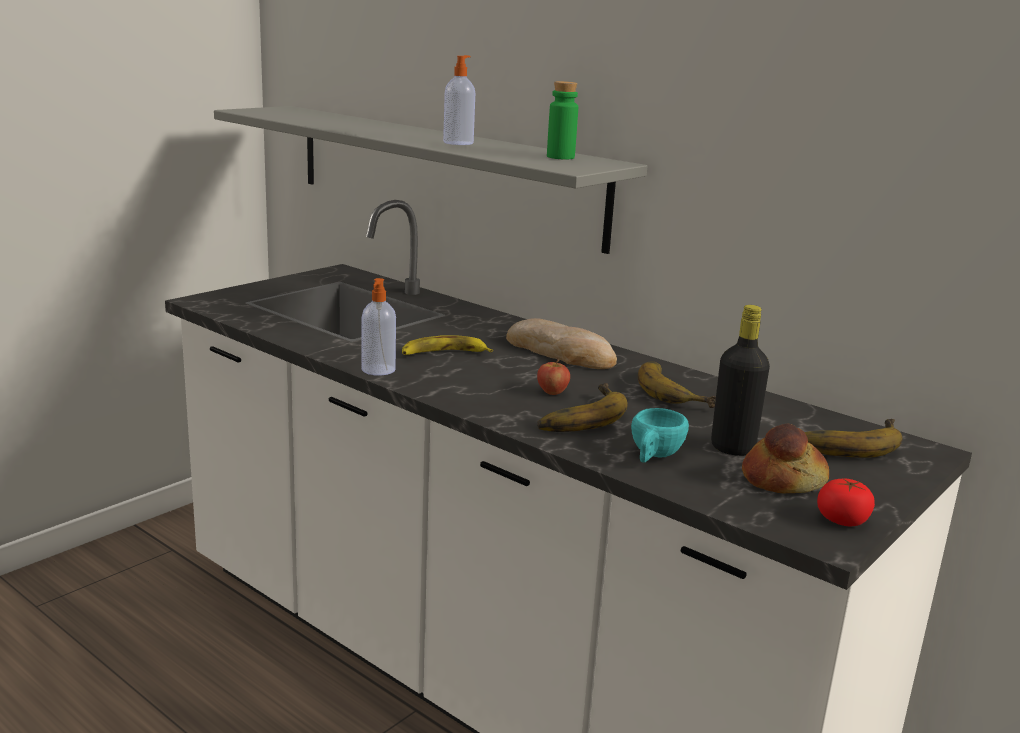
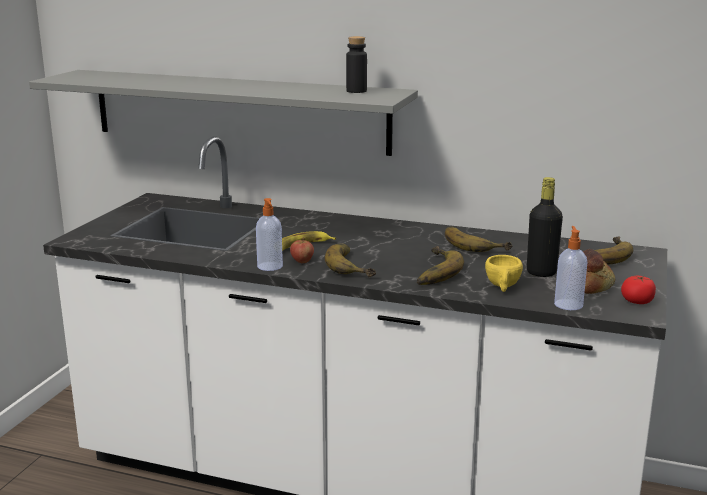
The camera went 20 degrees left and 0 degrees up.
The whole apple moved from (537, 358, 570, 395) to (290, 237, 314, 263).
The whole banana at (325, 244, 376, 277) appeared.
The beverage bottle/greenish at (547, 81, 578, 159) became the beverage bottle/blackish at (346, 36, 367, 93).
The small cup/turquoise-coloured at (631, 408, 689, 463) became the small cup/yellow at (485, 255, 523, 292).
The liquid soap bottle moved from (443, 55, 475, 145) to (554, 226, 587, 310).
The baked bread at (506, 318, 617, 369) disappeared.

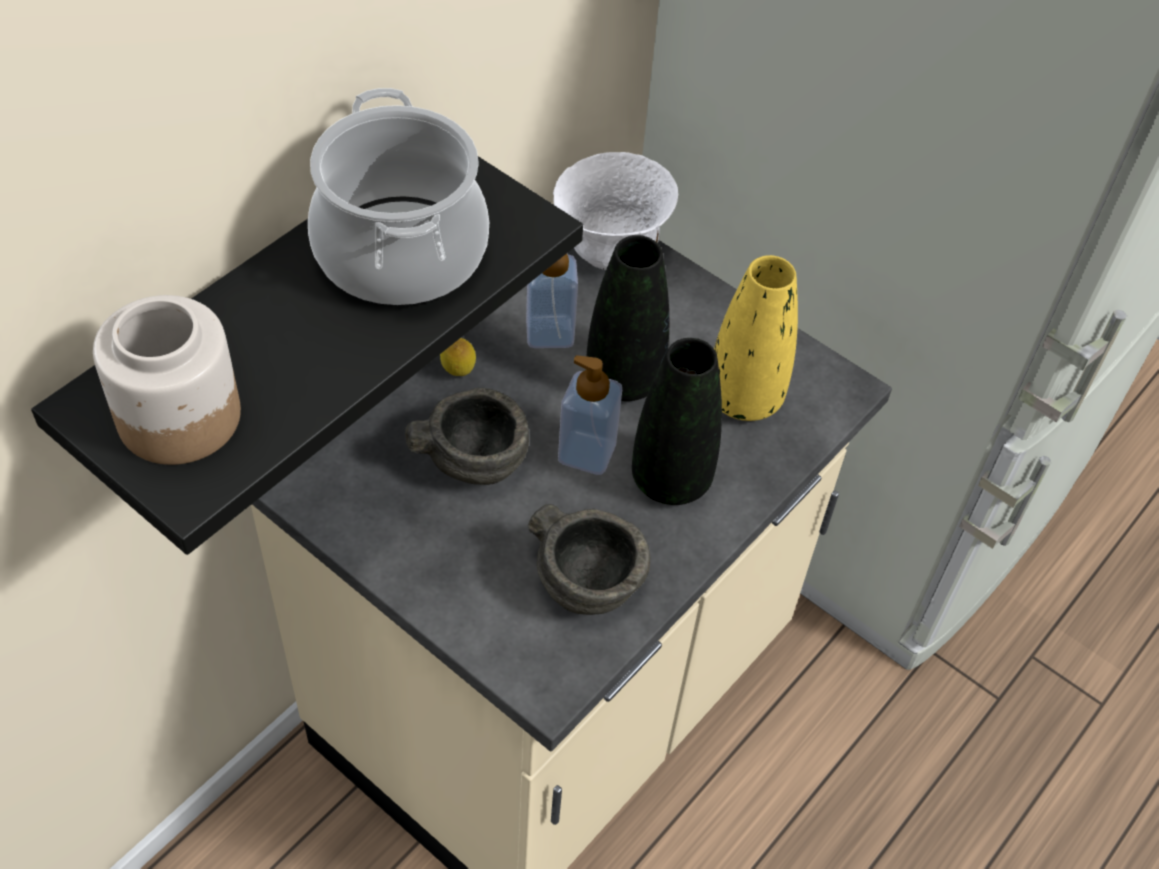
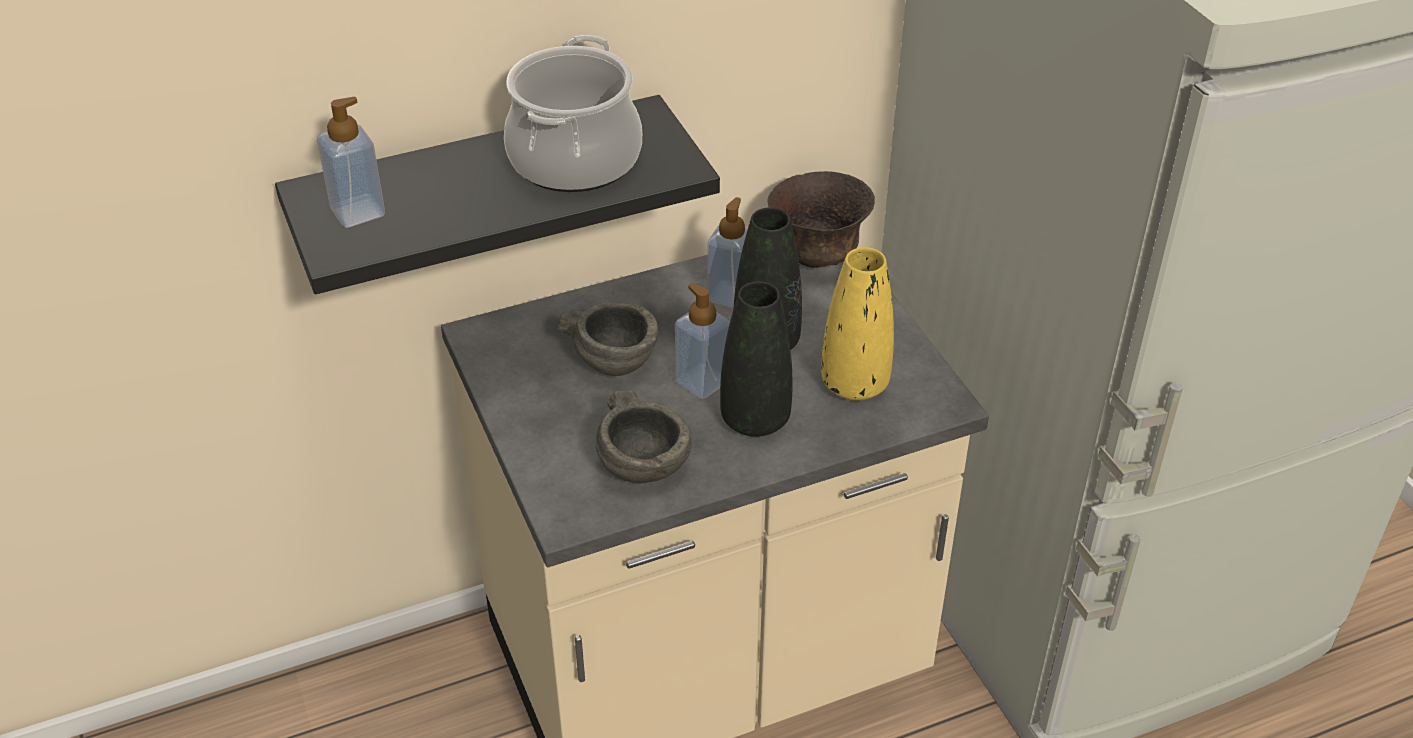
The camera went 30 degrees right and 10 degrees down.
The preserve jar at (93, 295, 241, 465) was replaced by the liquid soap bottle at (317, 96, 385, 228).
The serving bowl/whitish at (553, 152, 678, 270) became the serving bowl/brownish at (767, 171, 875, 268).
The whole lemon at (440, 338, 476, 376) disappeared.

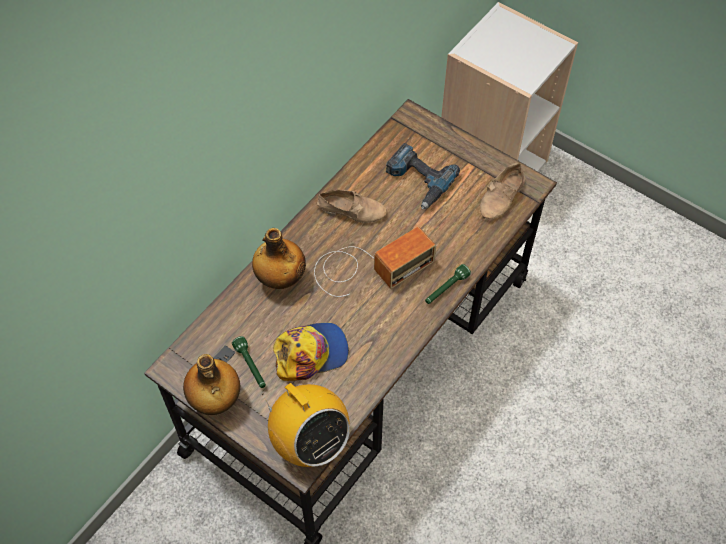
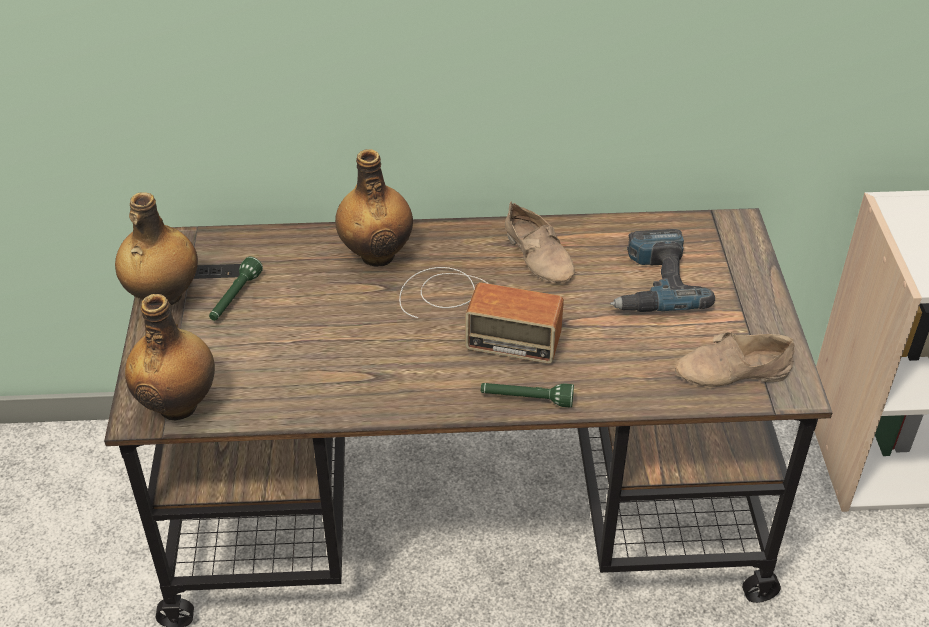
The camera went 50 degrees right and 15 degrees down.
The radio receiver at (262, 383, 350, 467) was replaced by the beverage bottle at (125, 294, 215, 421).
The peaked cap at (273, 323, 349, 381) disappeared.

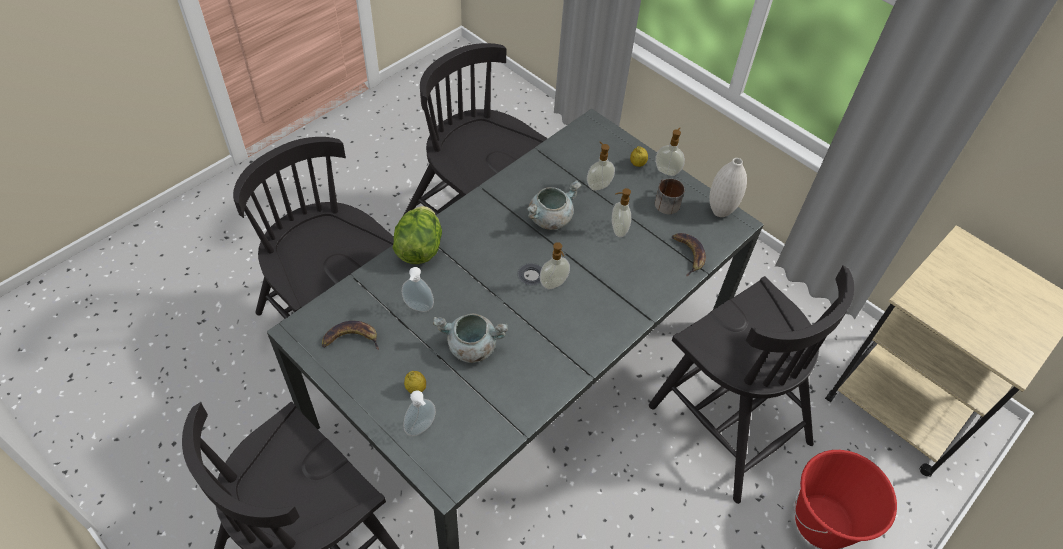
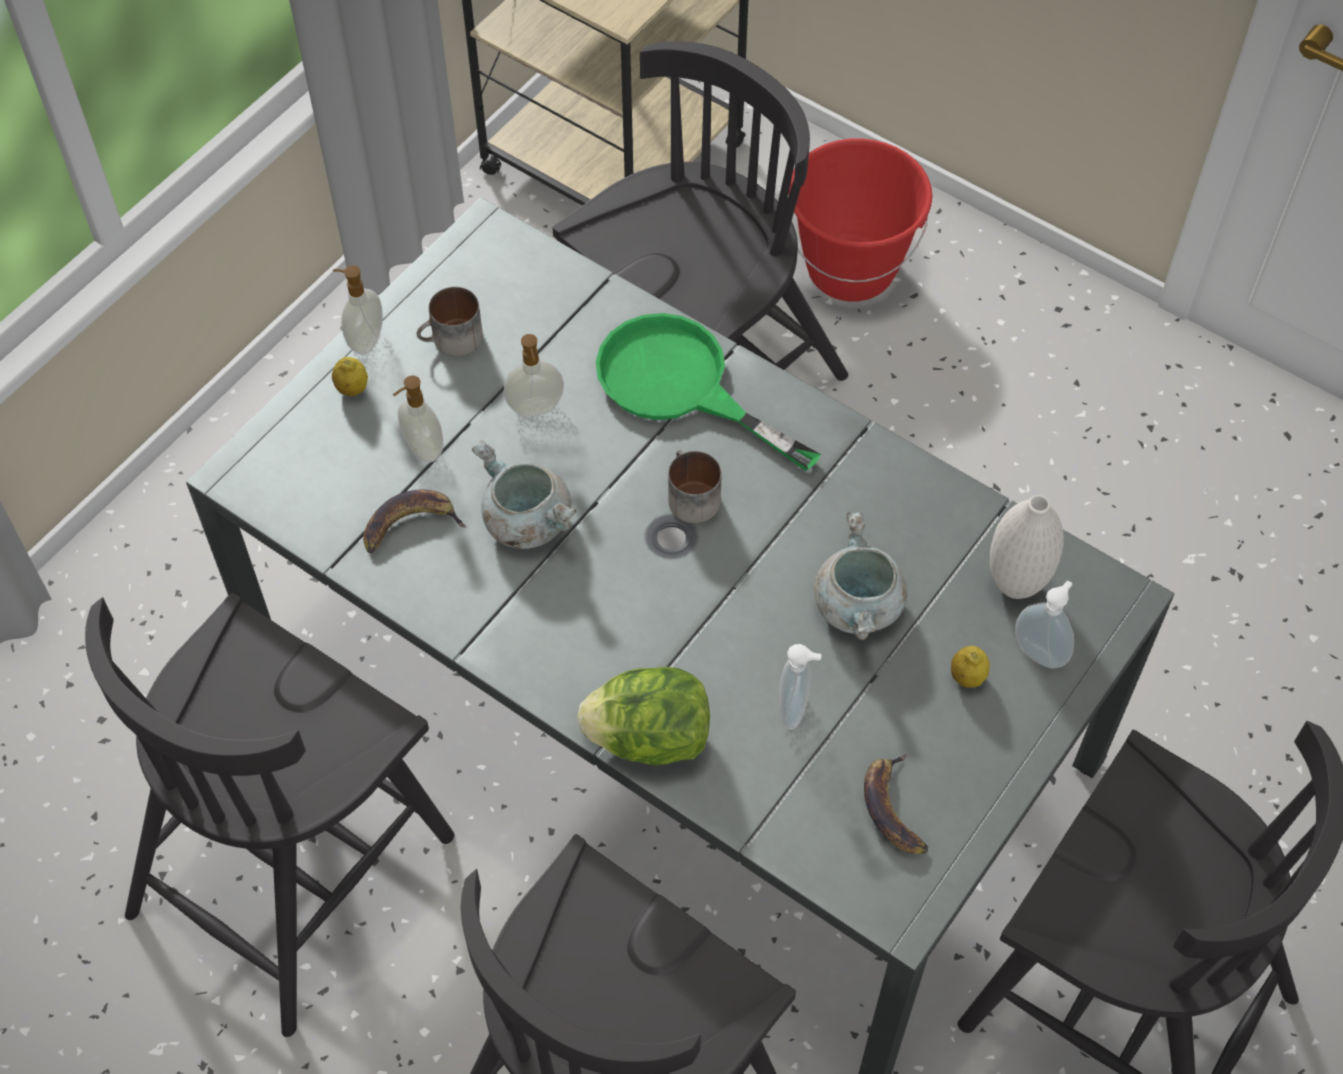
The camera went 95 degrees left and 5 degrees up.
The whole banana moved from (672, 233, 706, 277) to (363, 489, 466, 554).
The skillet/greenish at (596, 313, 821, 471) appeared.
The liquid soap bottle at (540, 242, 570, 289) was replaced by the tea mug at (668, 450, 722, 523).
The decorative vase/whitish moved from (709, 158, 747, 217) to (990, 495, 1064, 599).

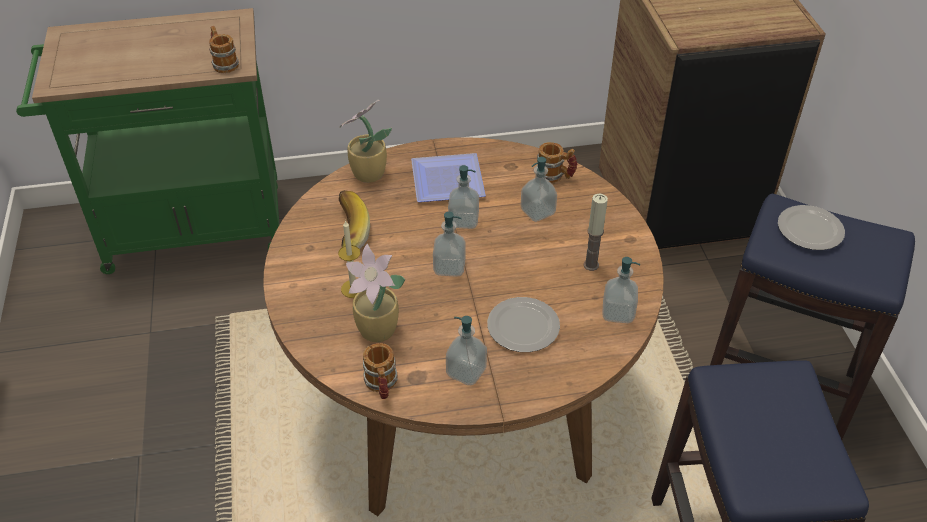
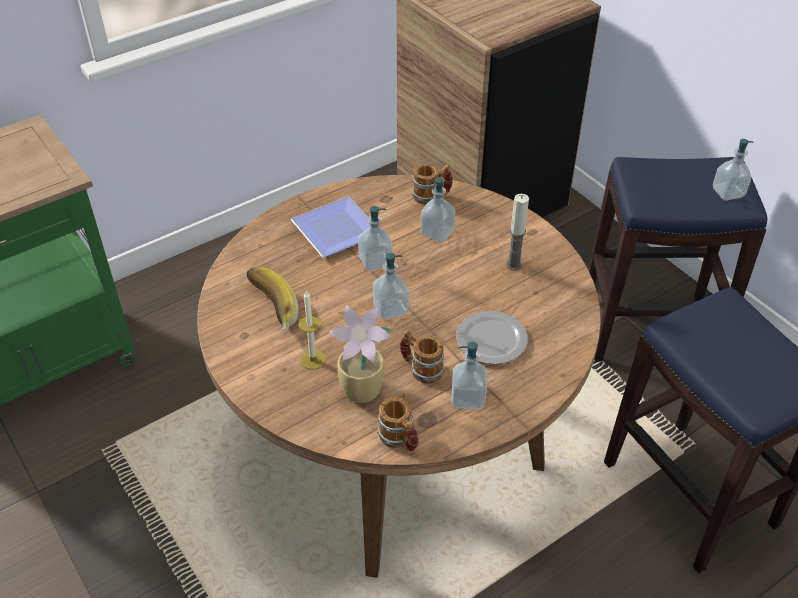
The camera went 25 degrees left and 0 degrees up.
The tea mug moved from (209, 26, 239, 73) to (400, 330, 444, 384).
The liquid soap bottle moved from (602, 257, 640, 323) to (713, 139, 754, 201).
The plant in a pot at (340, 100, 392, 183) disappeared.
The plate at (778, 205, 845, 250) disappeared.

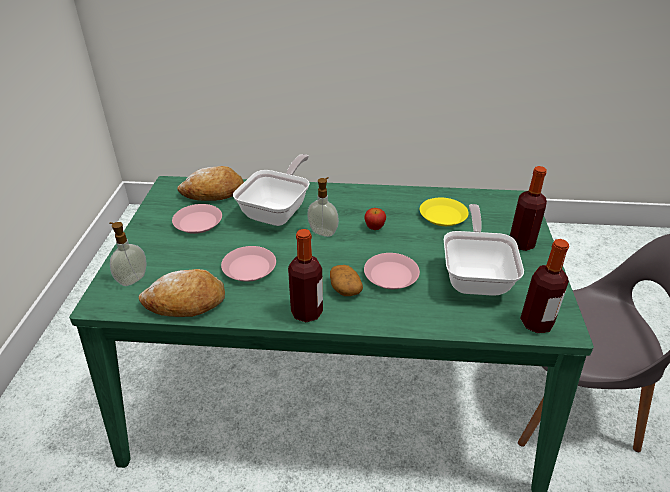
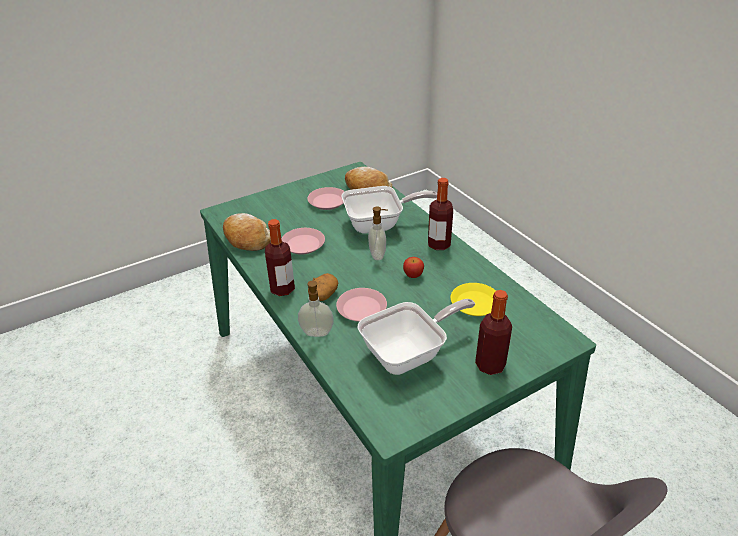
The camera went 55 degrees right and 0 degrees up.
The liquid soap bottle moved from (110, 222, 147, 286) to (298, 278, 334, 337).
The beverage bottle moved from (520, 239, 569, 333) to (428, 178, 453, 250).

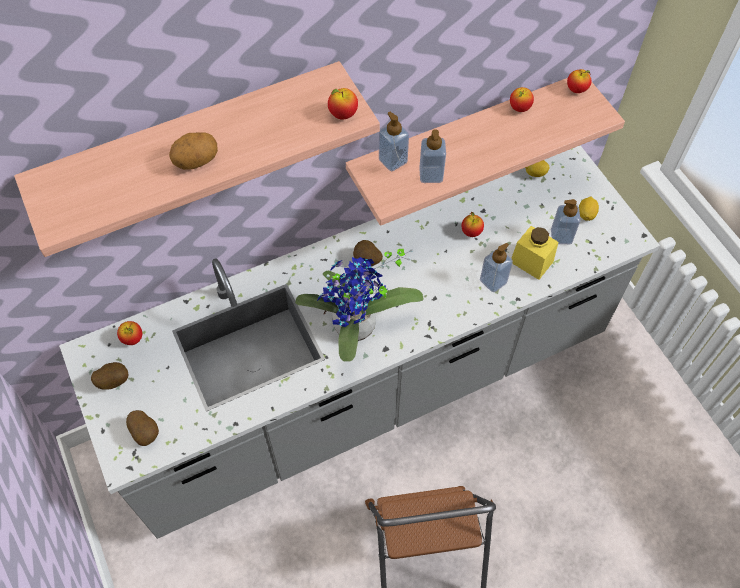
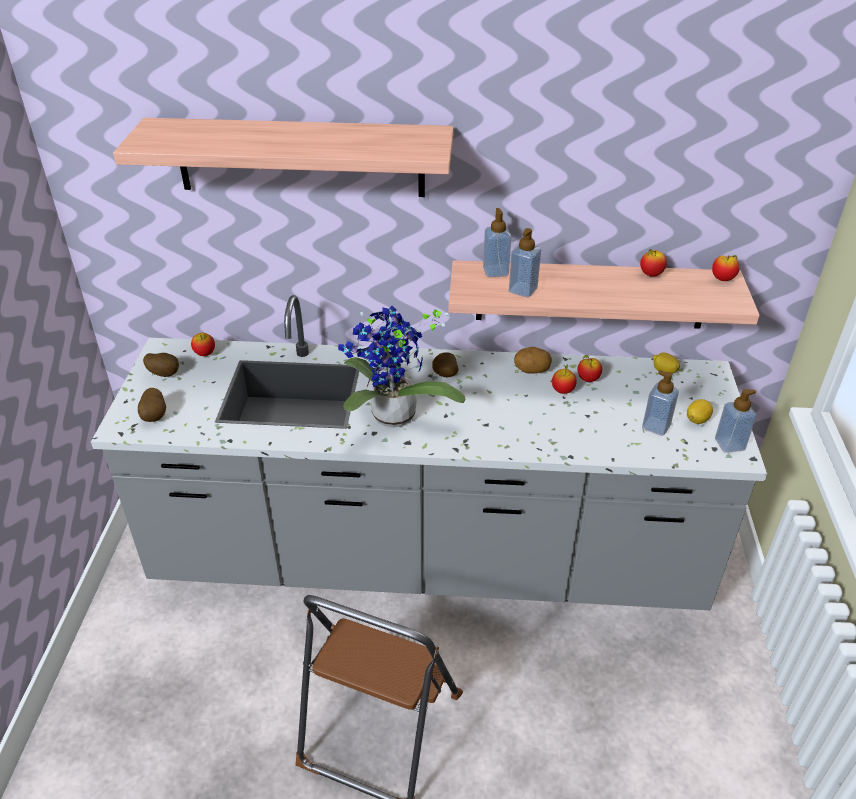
The camera went 30 degrees right and 20 degrees down.
The whole potato moved from (169, 132, 218, 170) to (514, 347, 552, 374).
The whole apple moved from (328, 88, 358, 120) to (577, 355, 602, 382).
The liquid soap bottle moved from (480, 243, 513, 292) to (715, 389, 756, 453).
The preserve jar/yellow at (511, 226, 558, 280) disappeared.

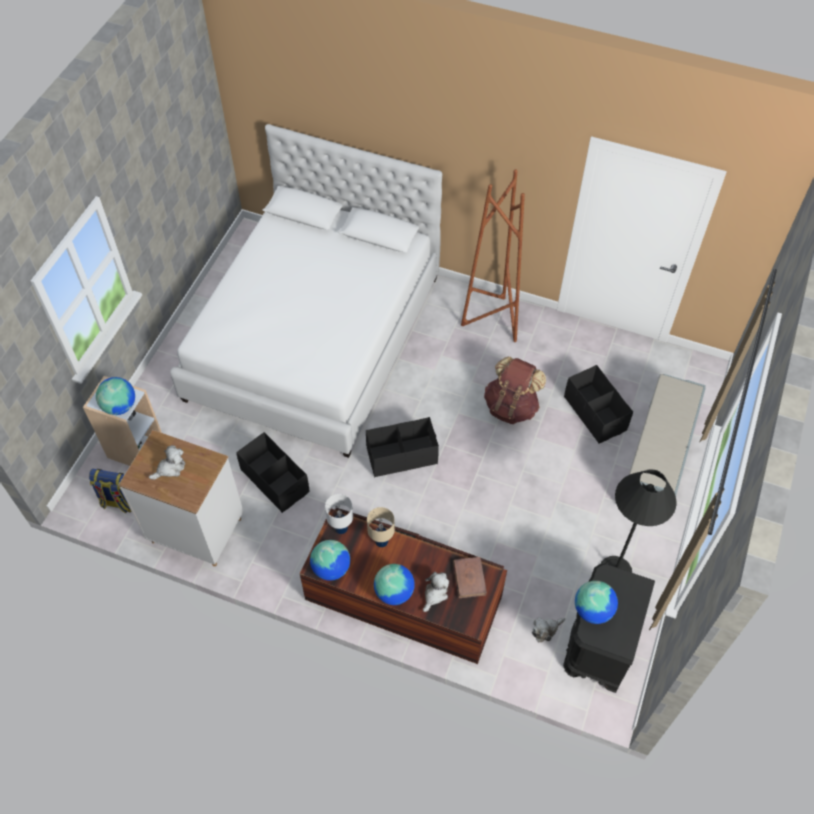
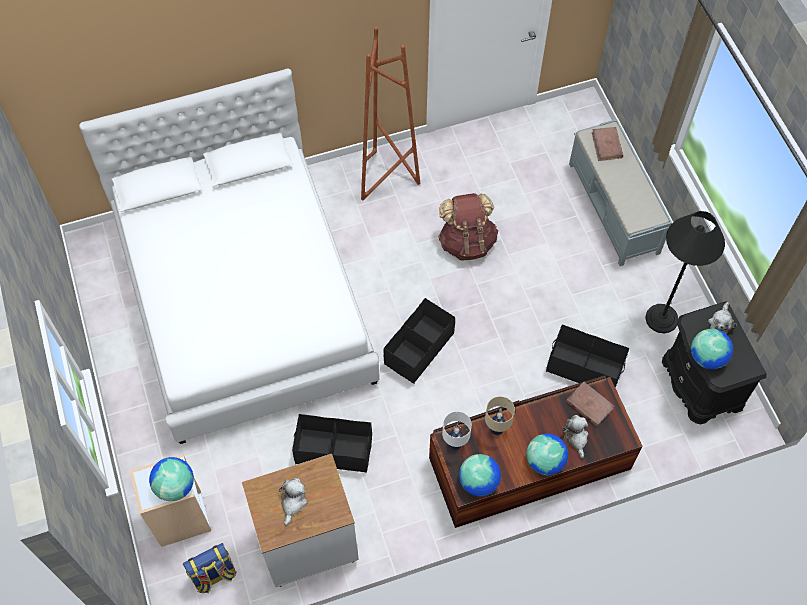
The camera went 40 degrees left and 5 degrees up.
The storage container/blackish moved from (564, 365, 633, 444) to (546, 324, 629, 388).
The volume/brownish at (592, 127, 623, 161) appeared.
The cuddly toy moved from (532, 617, 565, 642) to (708, 302, 736, 334).

